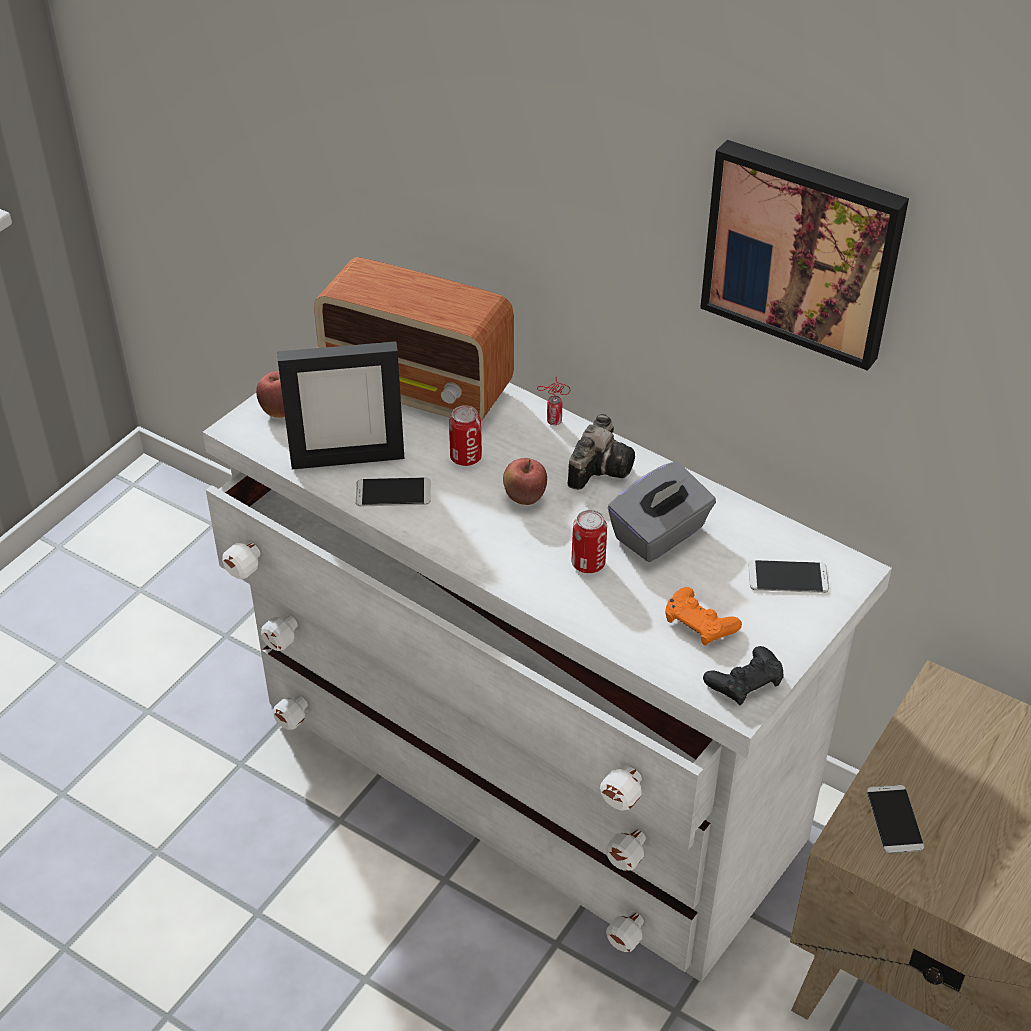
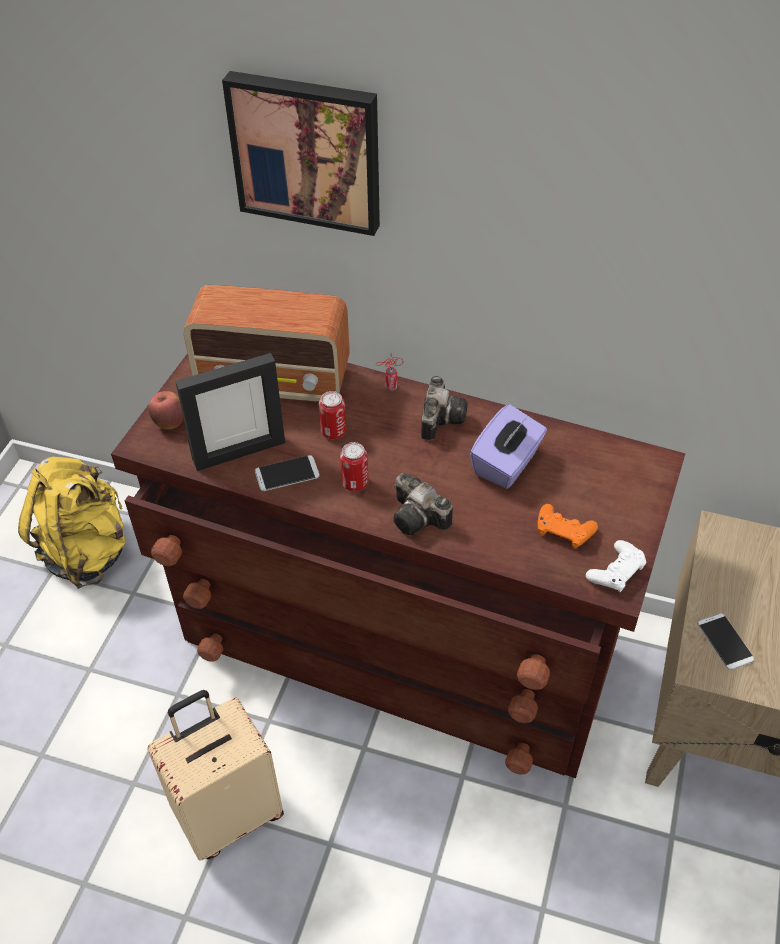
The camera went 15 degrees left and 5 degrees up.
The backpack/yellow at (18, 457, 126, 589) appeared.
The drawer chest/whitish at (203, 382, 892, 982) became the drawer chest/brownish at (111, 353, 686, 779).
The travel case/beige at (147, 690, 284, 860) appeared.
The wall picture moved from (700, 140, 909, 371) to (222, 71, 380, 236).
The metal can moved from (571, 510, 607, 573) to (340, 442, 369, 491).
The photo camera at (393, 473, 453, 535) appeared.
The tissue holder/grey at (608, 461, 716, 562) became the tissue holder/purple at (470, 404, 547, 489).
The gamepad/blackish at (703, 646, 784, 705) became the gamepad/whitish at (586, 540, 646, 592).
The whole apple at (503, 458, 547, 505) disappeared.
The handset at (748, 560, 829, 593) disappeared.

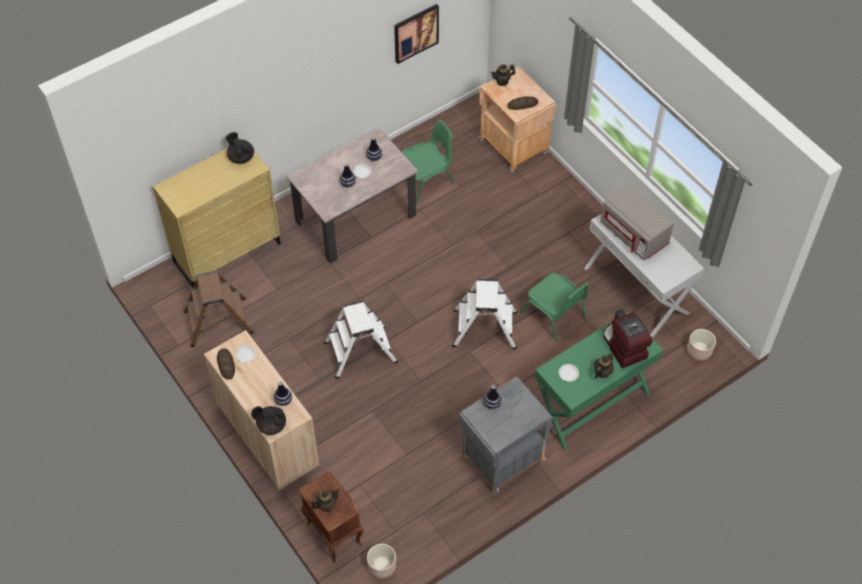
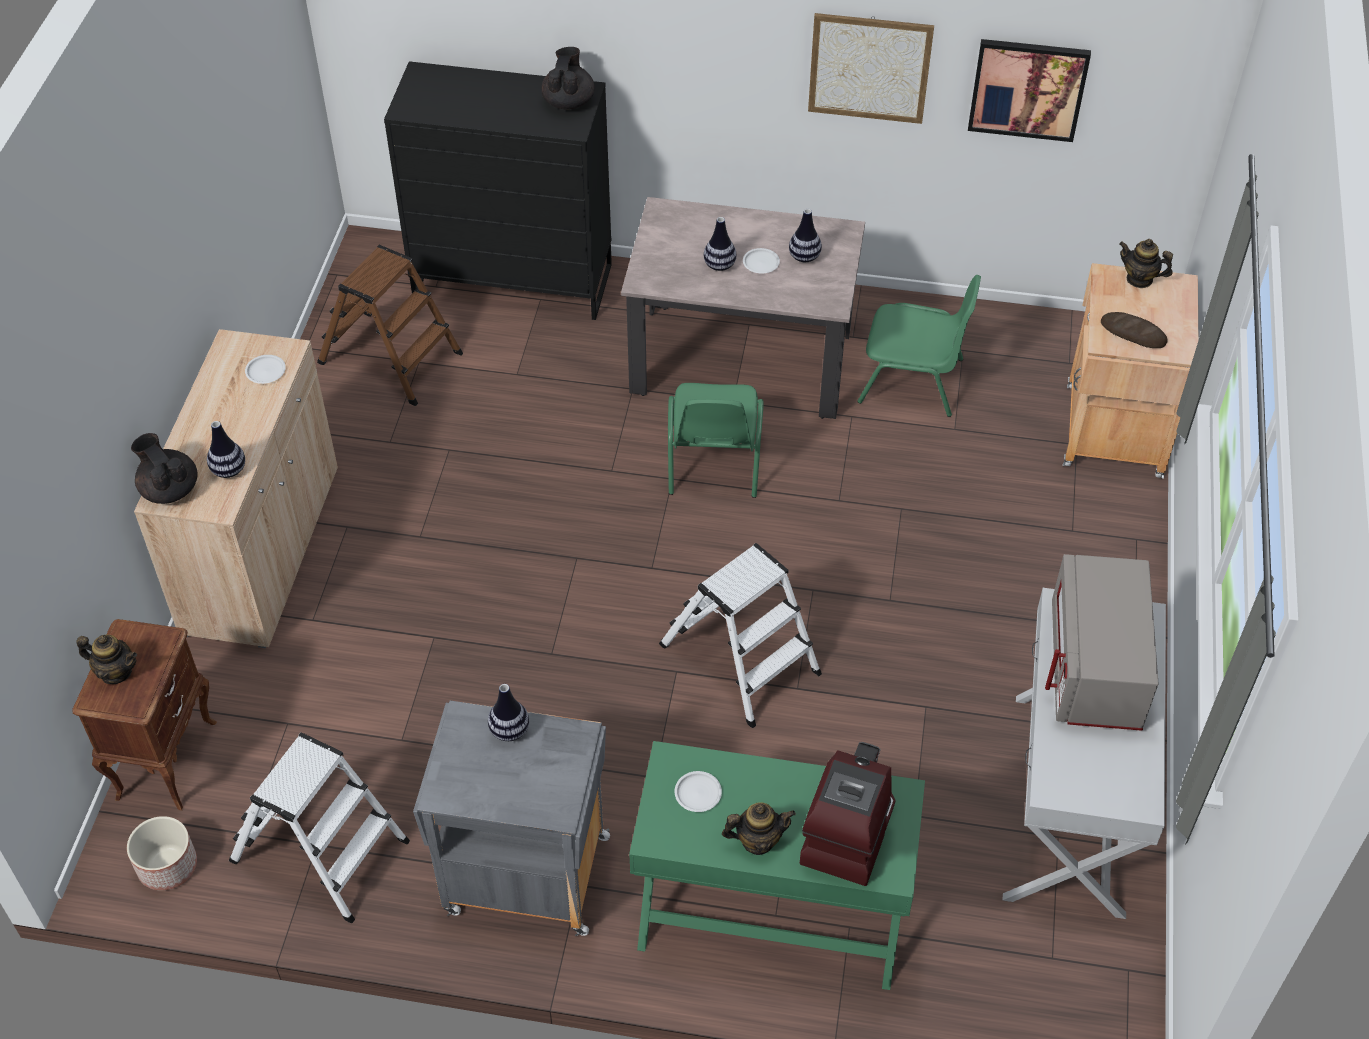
The camera went 45 degrees right and 5 degrees down.
The step ladder/whitish moved from (324, 300, 398, 379) to (229, 732, 410, 923).
The drawer chest/beige at (153, 139, 281, 288) became the drawer chest/blackish at (384, 61, 612, 320).
The chair/greenish moved from (521, 273, 588, 341) to (668, 383, 764, 498).
The wall picture at (808, 13, 934, 124) appeared.
The baked bread at (217, 348, 235, 380) disappeared.
The planter at (687, 329, 716, 361) disappeared.

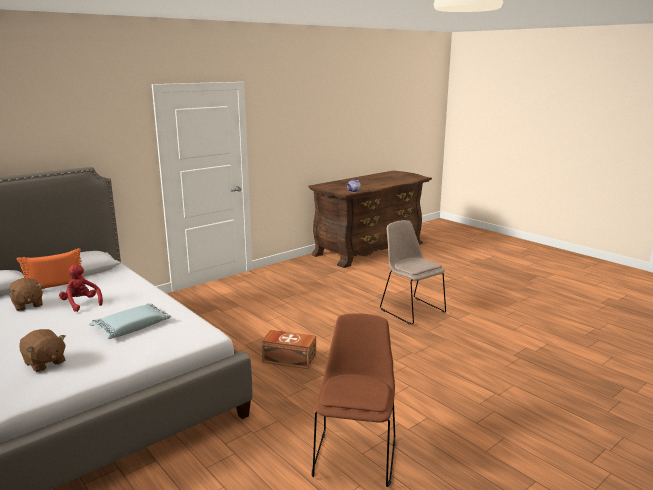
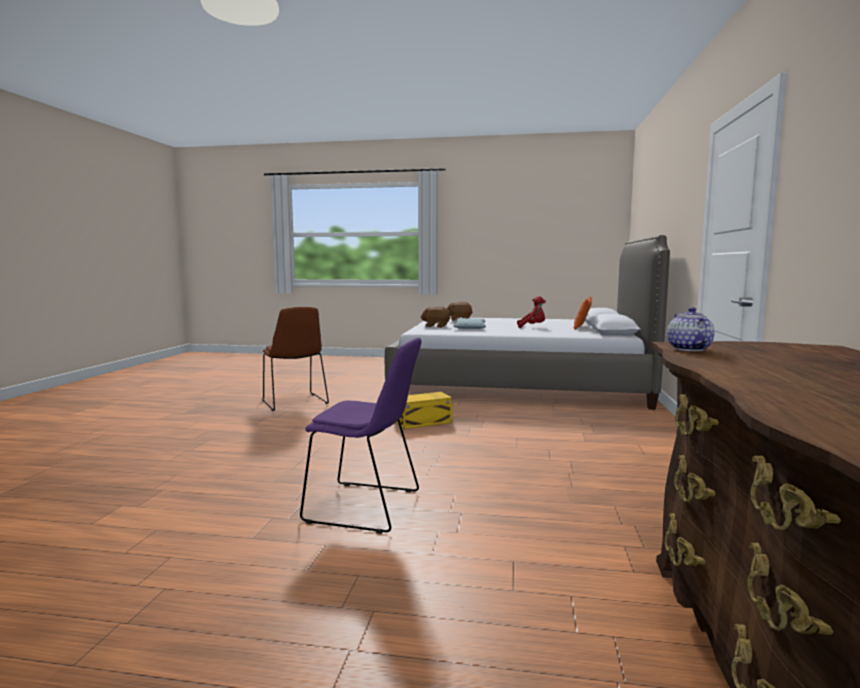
The camera went 140 degrees right and 10 degrees down.
The chair/beige at (380, 220, 446, 325) became the chair/purple at (300, 338, 421, 534).
The storage container/brownish at (262, 330, 316, 369) became the storage container/yellow at (396, 392, 452, 429).
The cuddly toy/brownish moved from (9, 278, 43, 311) to (421, 306, 450, 328).

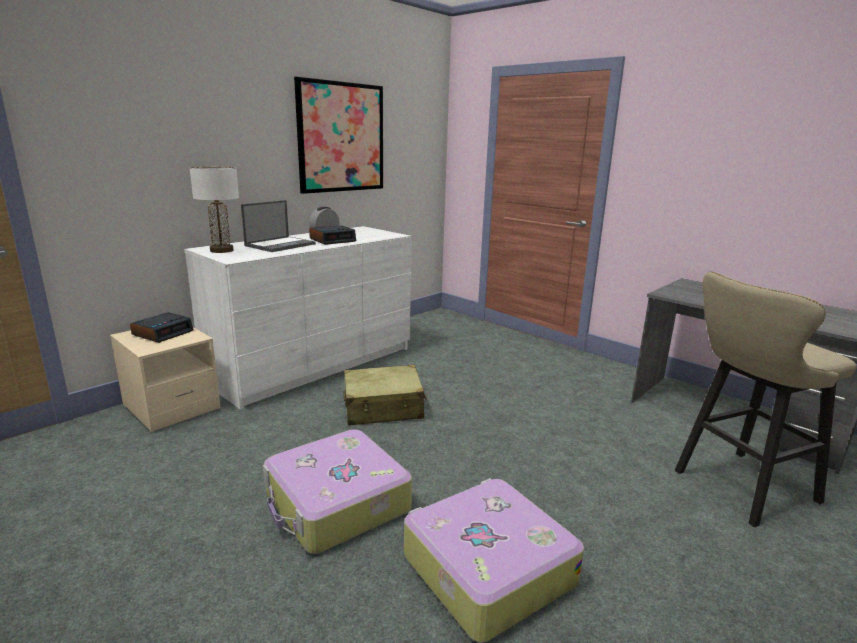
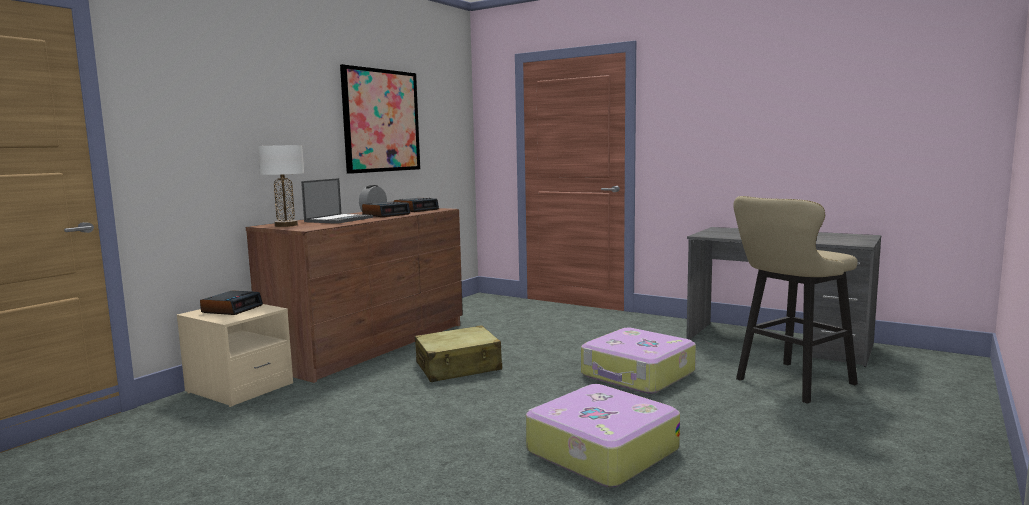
The camera went 10 degrees left and 10 degrees down.
The drawer chest/whitish at (184, 226, 412, 409) became the drawer chest/brownish at (246, 208, 463, 383).
The alarm clock at (394, 198, 439, 212) appeared.
The travel case moved from (263, 429, 412, 554) to (581, 328, 696, 394).

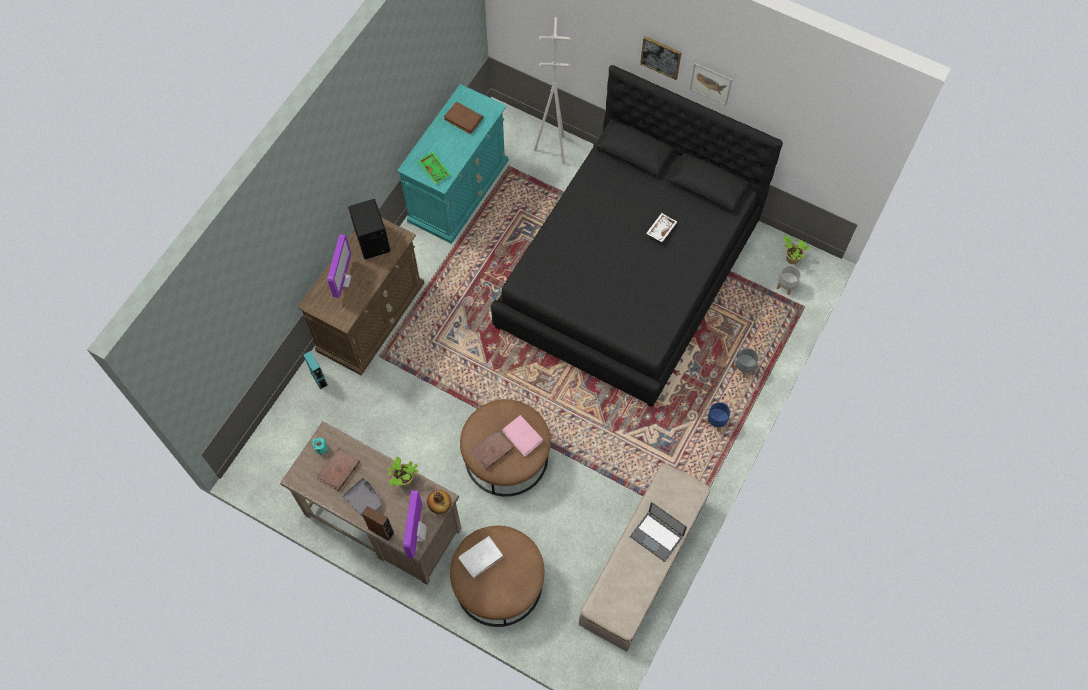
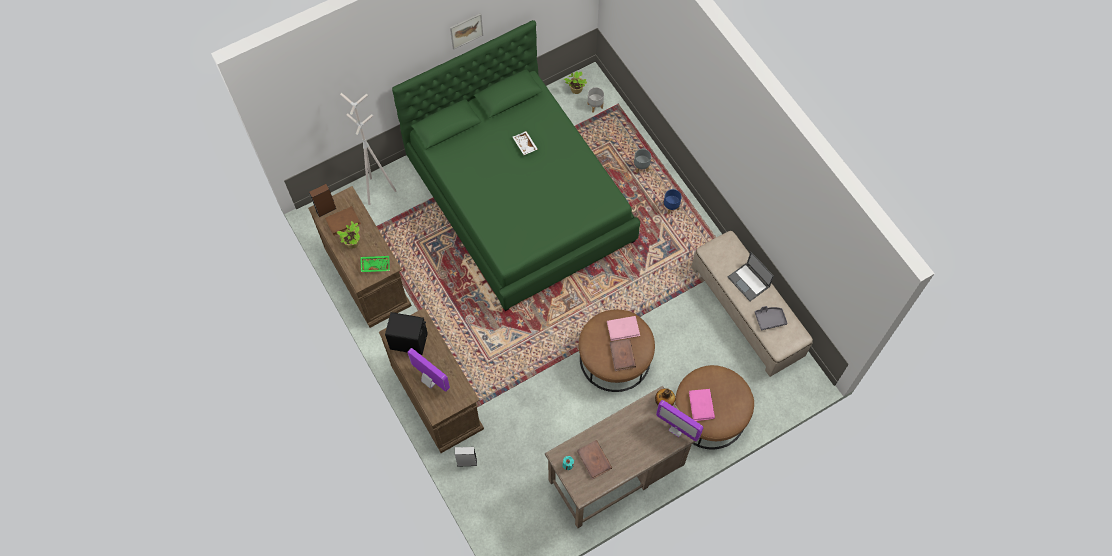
The camera went 60 degrees left and 0 degrees up.
The drawer chest/turquoise-coloured at (397, 84, 508, 244) became the drawer chest/brownish at (308, 186, 412, 328).
The loudspeaker/brownish moved from (362, 506, 395, 541) to (309, 184, 337, 217).
The plant in a pot moved from (388, 457, 419, 487) to (337, 221, 360, 249).
The sleeping bed/blackish at (491, 65, 783, 407) became the sleeping bed/greenish at (392, 20, 640, 311).
The loudspeaker/turquoise-coloured at (303, 351, 328, 389) became the loudspeaker/grey at (455, 447, 477, 467).
The volume/whitish at (459, 536, 504, 578) became the volume/pinkish at (689, 389, 715, 421).
The laptop at (630, 502, 687, 562) turned 75 degrees clockwise.
The tray/grey moved from (342, 478, 382, 519) to (755, 306, 788, 330).
The wall picture at (640, 36, 682, 80) disappeared.

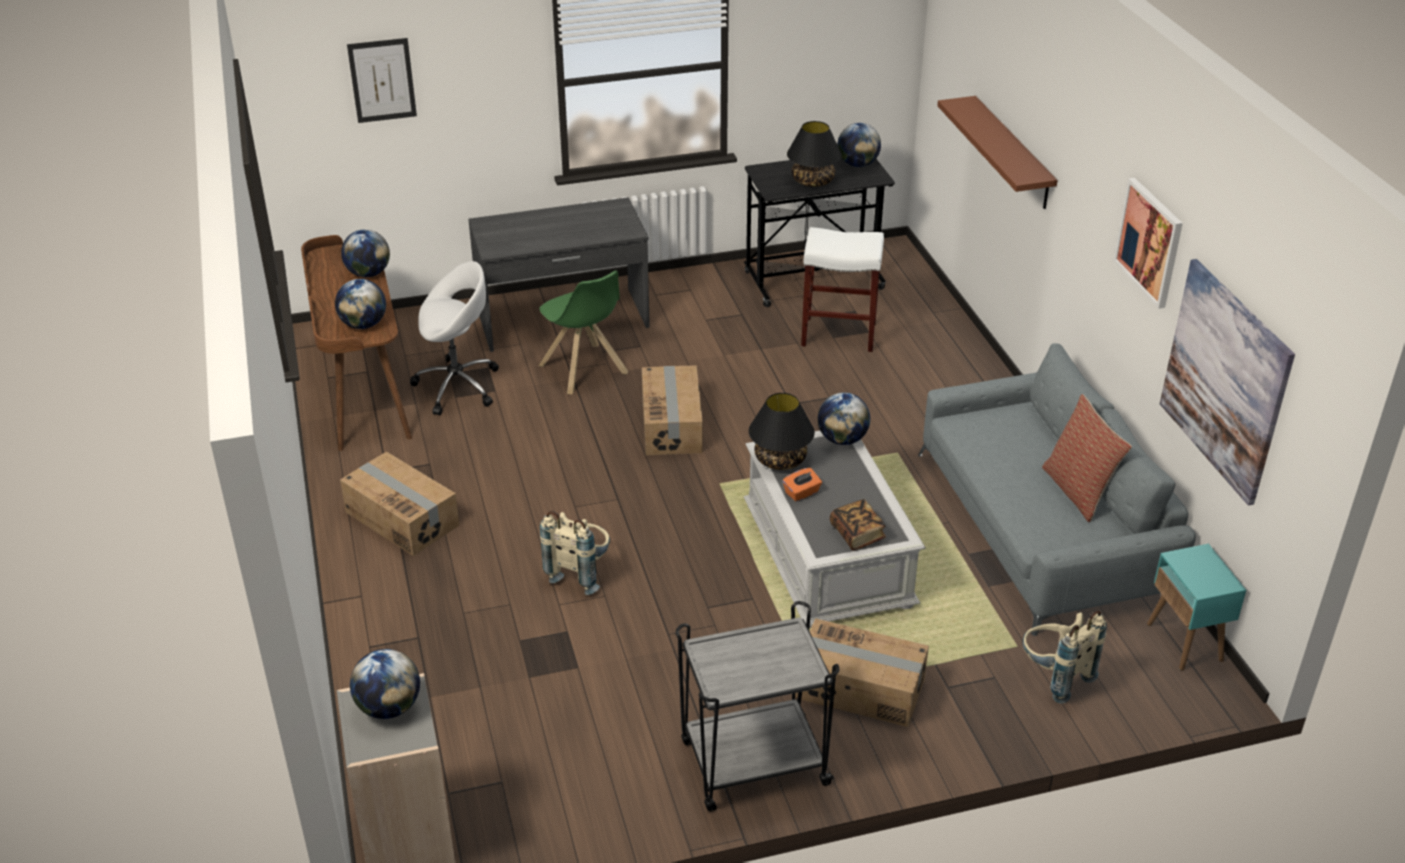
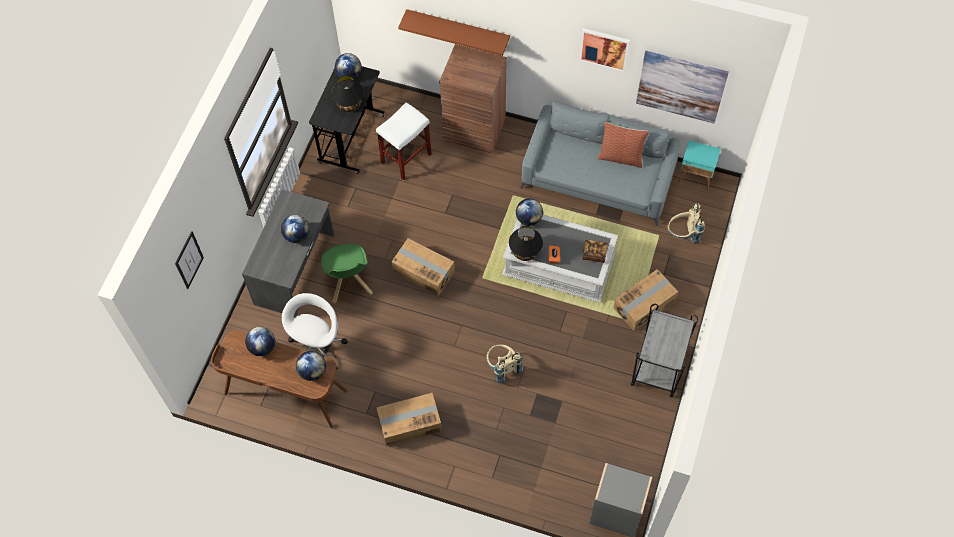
The camera went 55 degrees left and 25 degrees up.
The globe moved from (350, 649, 420, 719) to (281, 215, 309, 243).
The chair/greenish at (539, 270, 628, 395) turned 75 degrees clockwise.
The drawer chest/brownish at (439, 44, 507, 153) appeared.

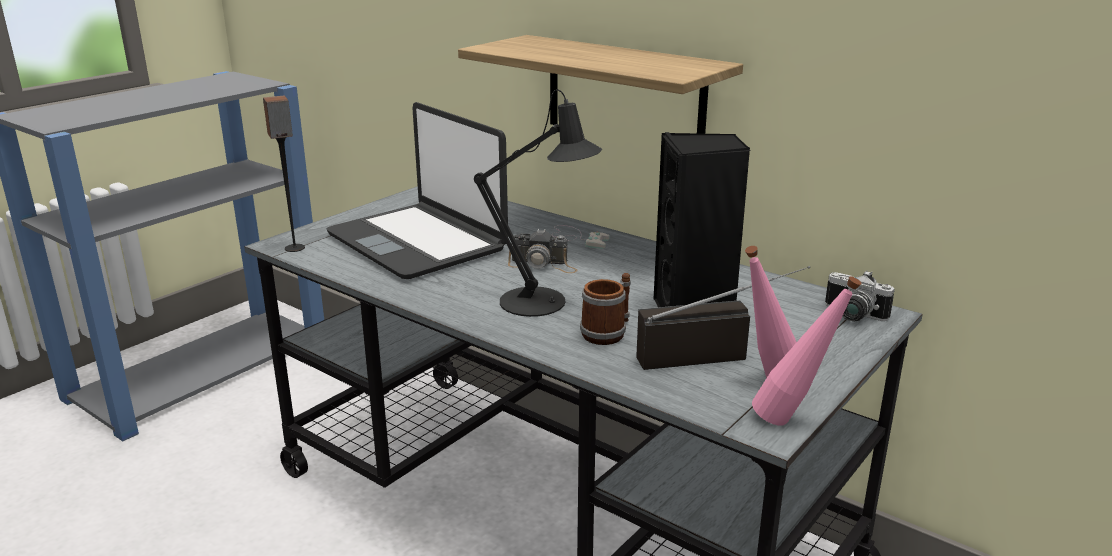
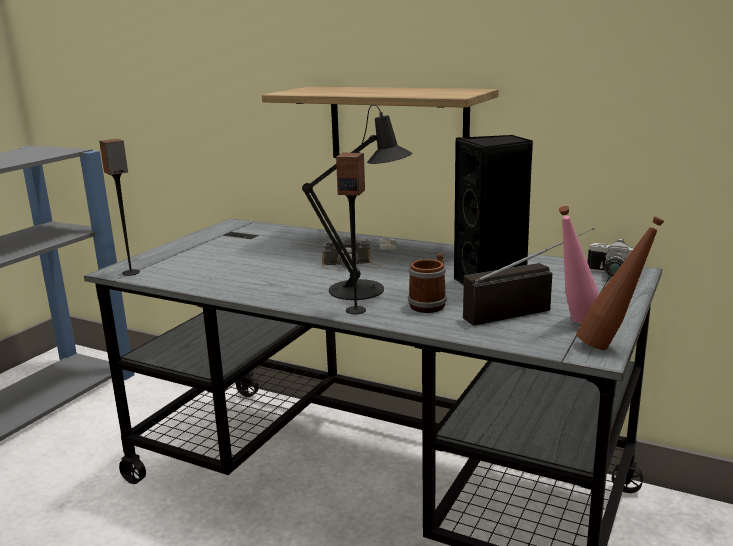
The camera went 10 degrees left and 5 degrees down.
The loudspeaker at (336, 153, 366, 314) appeared.
The beverage bottle/pinkish at (752, 276, 861, 425) became the beverage bottle/brownish at (576, 216, 664, 350).
The laptop at (326, 102, 508, 279) disappeared.

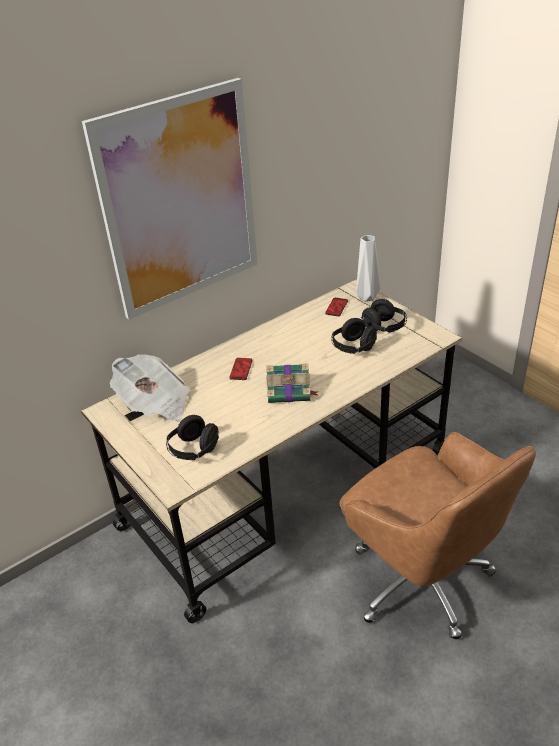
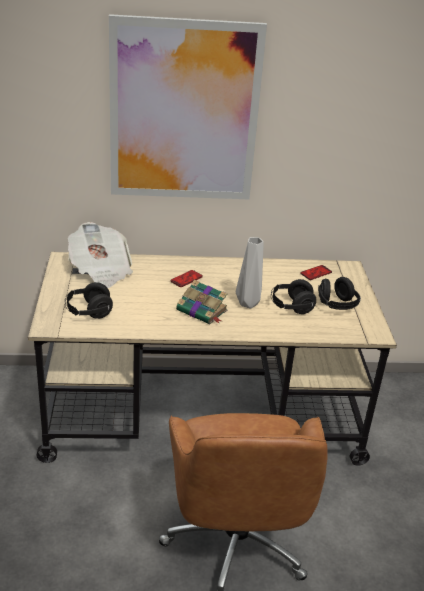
The camera went 30 degrees right and 5 degrees down.
The decorative vase/grey moved from (356, 235, 380, 302) to (236, 237, 264, 308).

